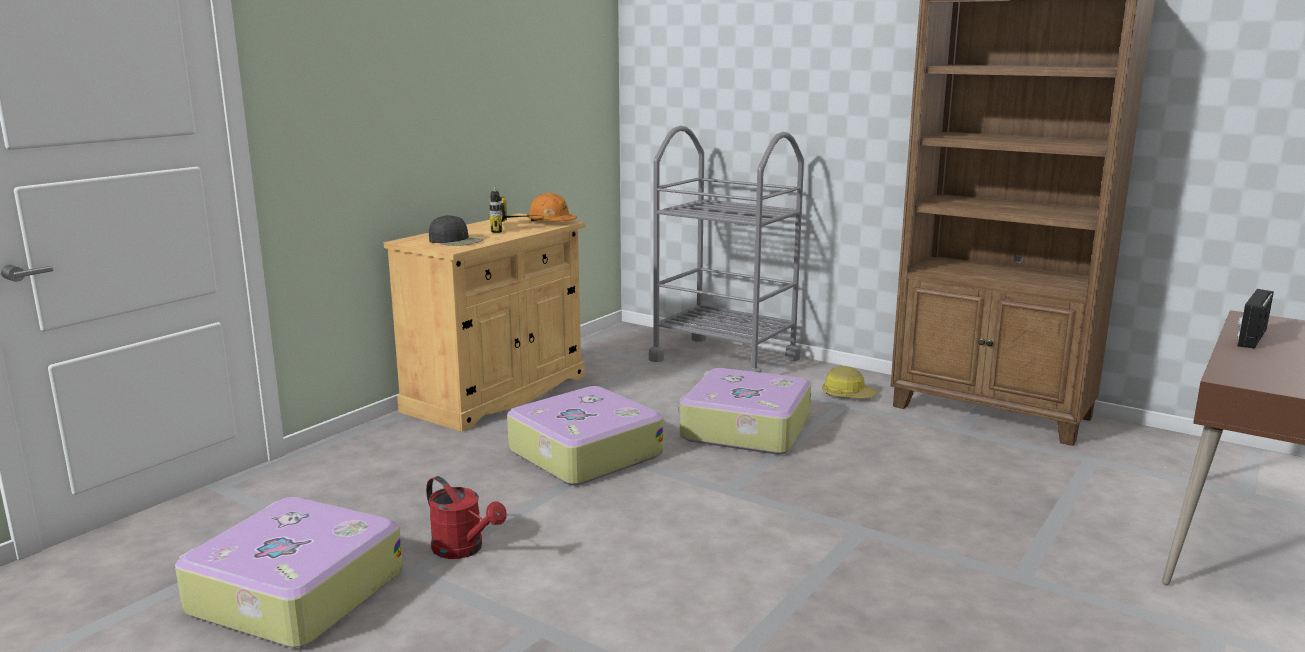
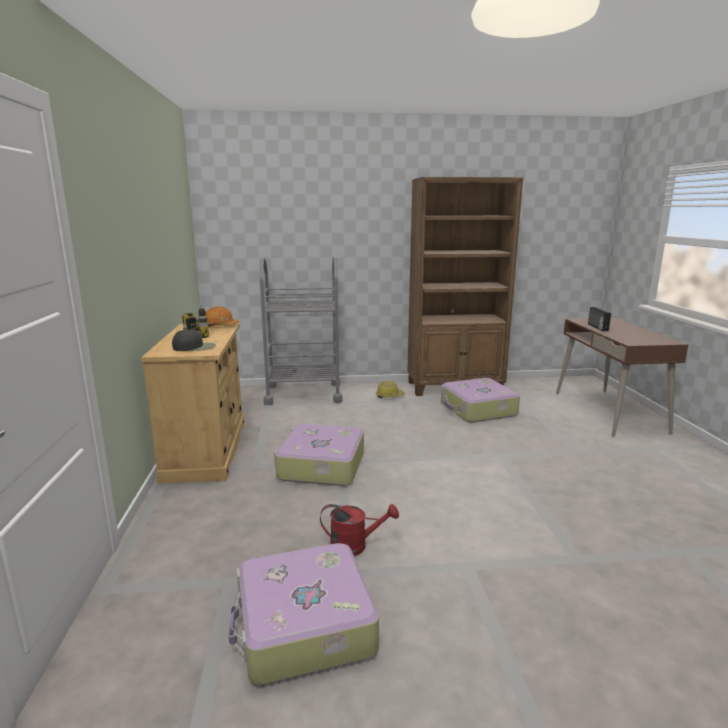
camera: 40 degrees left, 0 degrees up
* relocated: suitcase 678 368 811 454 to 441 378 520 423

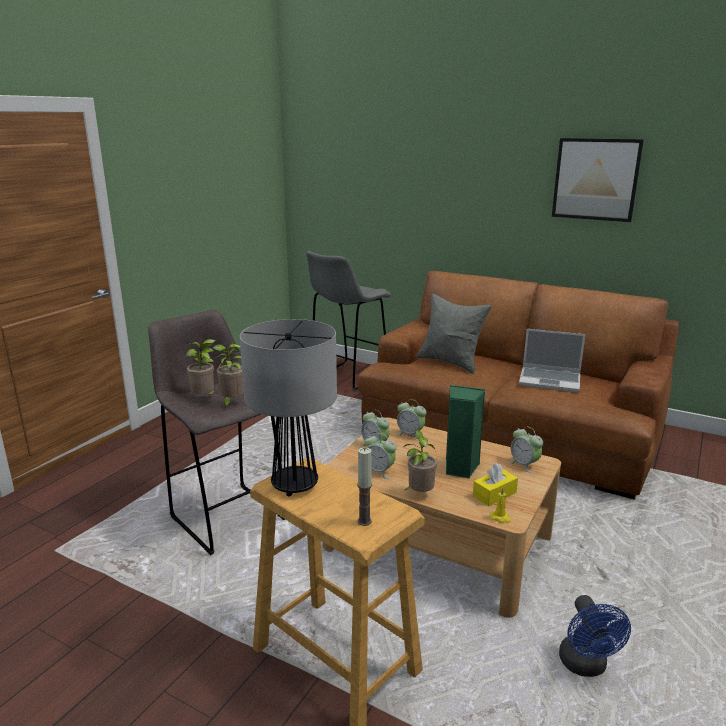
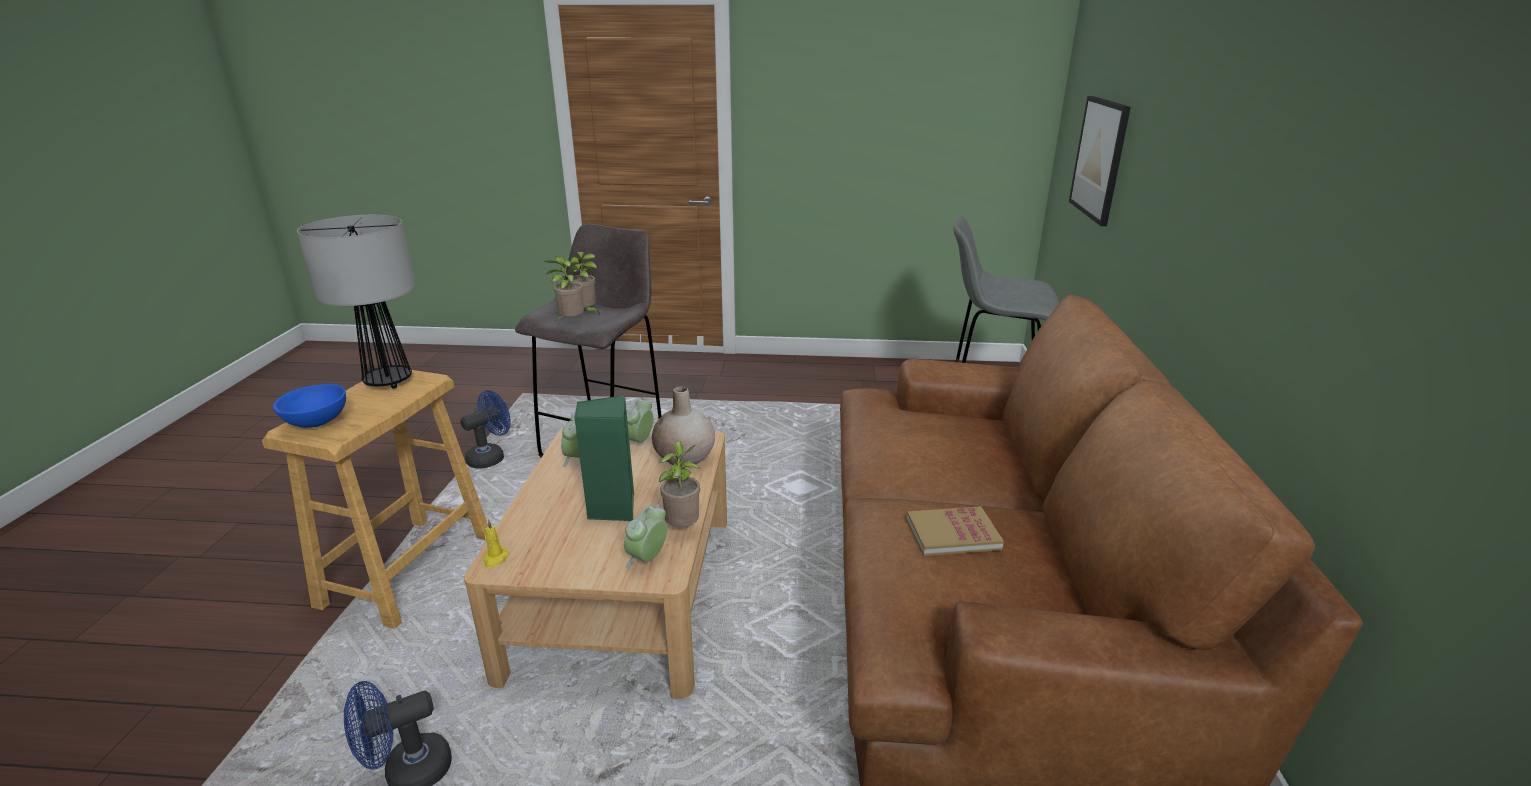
camera: 65 degrees right, 5 degrees up
* exchanged: candle 357 447 372 526 to bowl (blue) 273 384 346 428
* exchanged: alarm clock 396 399 426 441 to vase (beige) 652 386 715 466
* relocated: potted plant 403 429 437 492 to 659 441 701 527
* missing: pillow (grey) 417 293 492 374
* missing: tissue box (yellow) 473 463 518 506
* exchanged: laptop 519 329 586 392 to book 906 506 1004 556
* relocated: picture 552 138 644 222 to 1069 96 1131 226
* appeared: fan (blue) 460 390 511 469

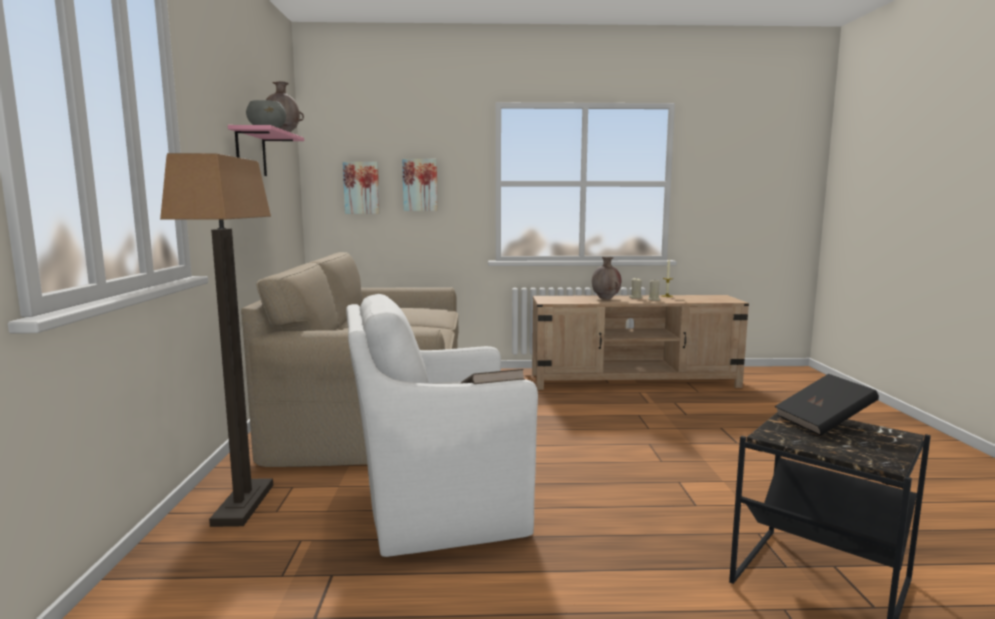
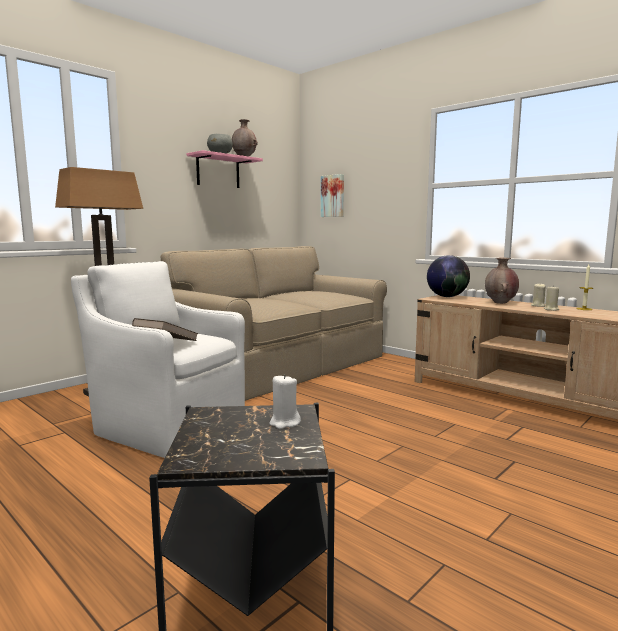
camera: 45 degrees right, 0 degrees up
* missing: picture 402 159 438 211
* exchanged: book (black) 775 374 879 436 to candle (white) 270 374 301 429
* appeared: globe 427 255 470 297

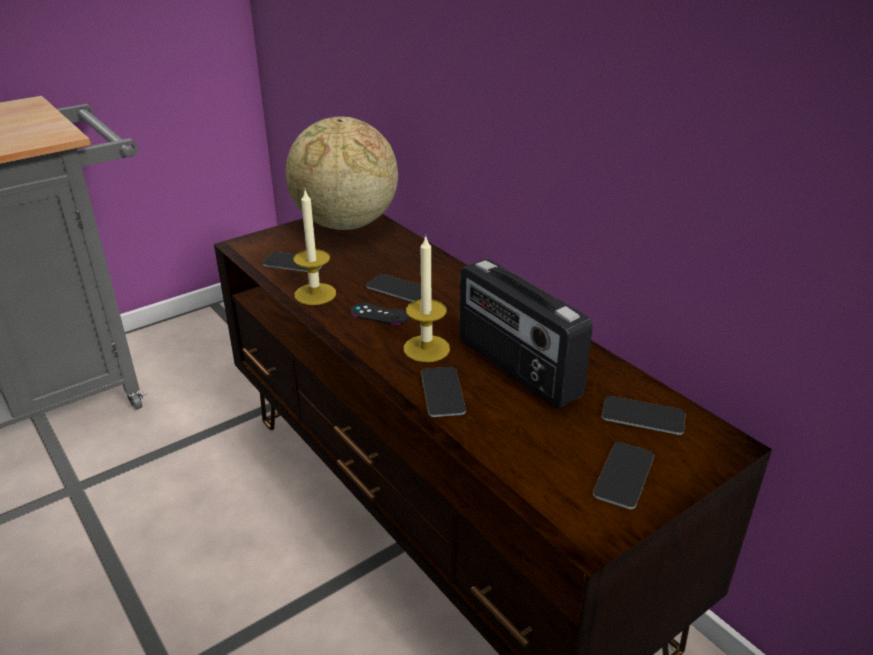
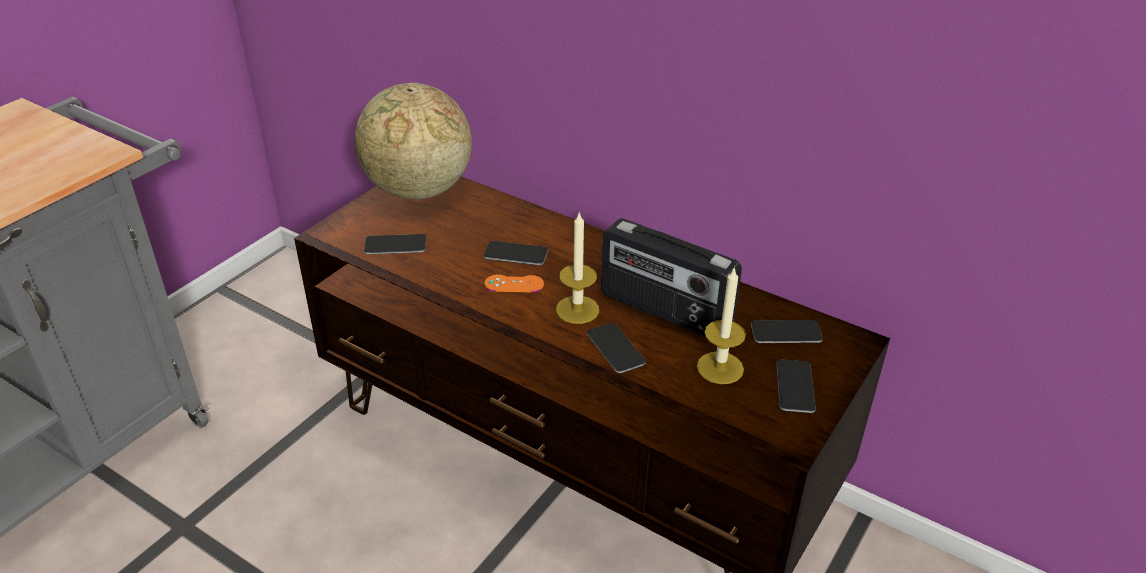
camera: 20 degrees left, 5 degrees up
* relocated: candle 294 191 336 305 to 697 266 746 384
* colour: game controller (black) 351 303 409 325 to game controller (orange) 485 274 544 292

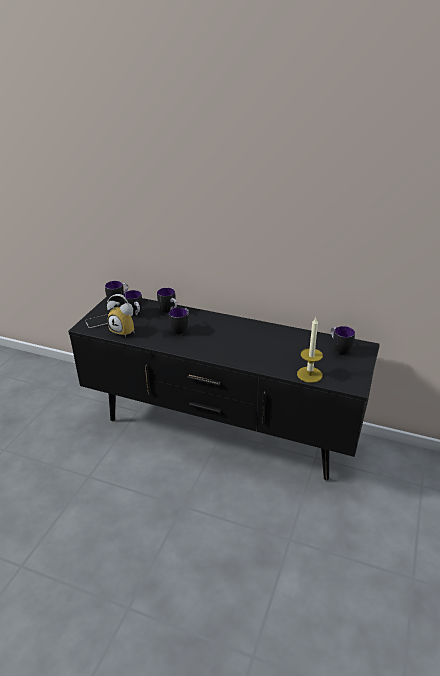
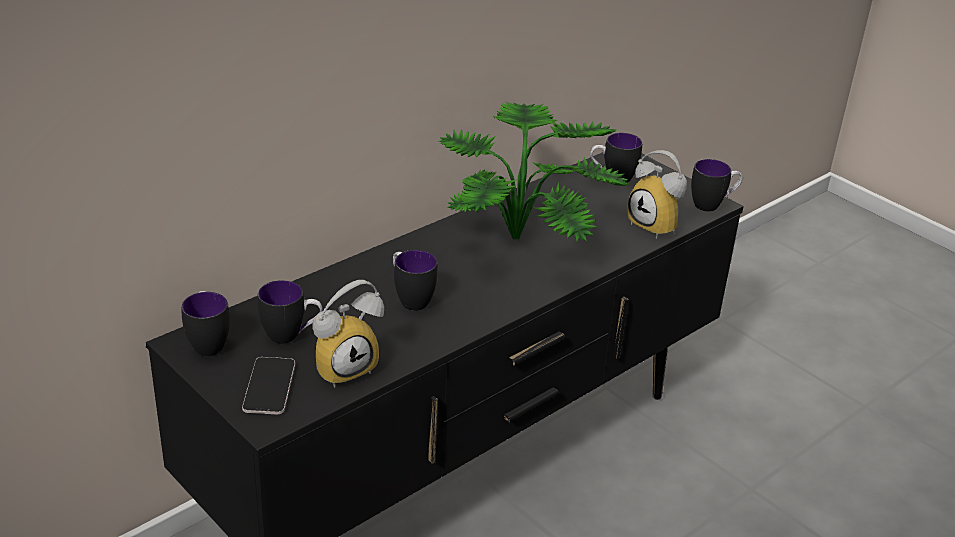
camera: 65 degrees left, 0 degrees up
* relocated: mug 157 288 177 313 to 691 159 742 212
* exchanged: candle 297 317 323 383 to alarm clock 628 150 687 239
* appeared: potted plant 439 102 629 241

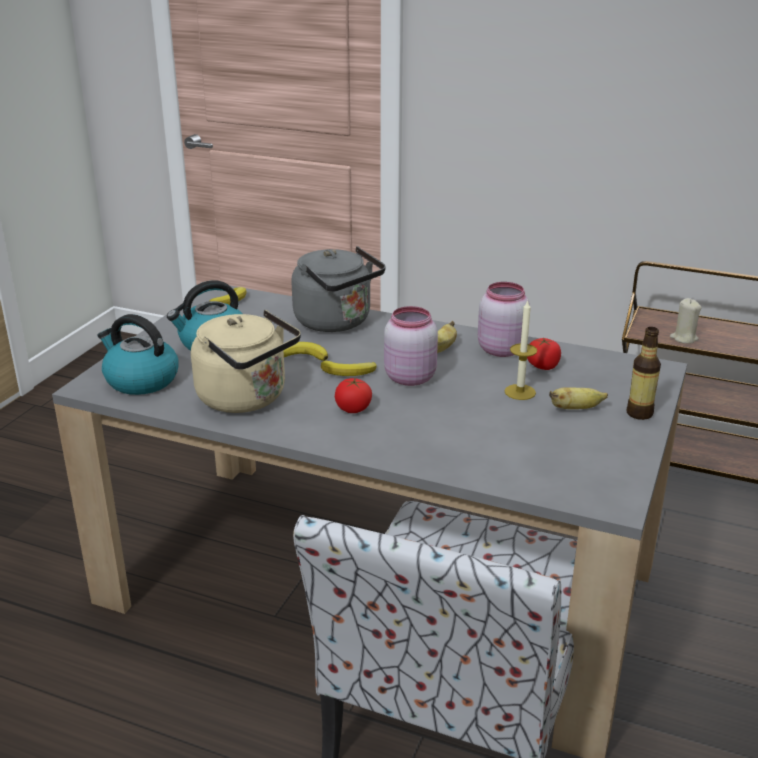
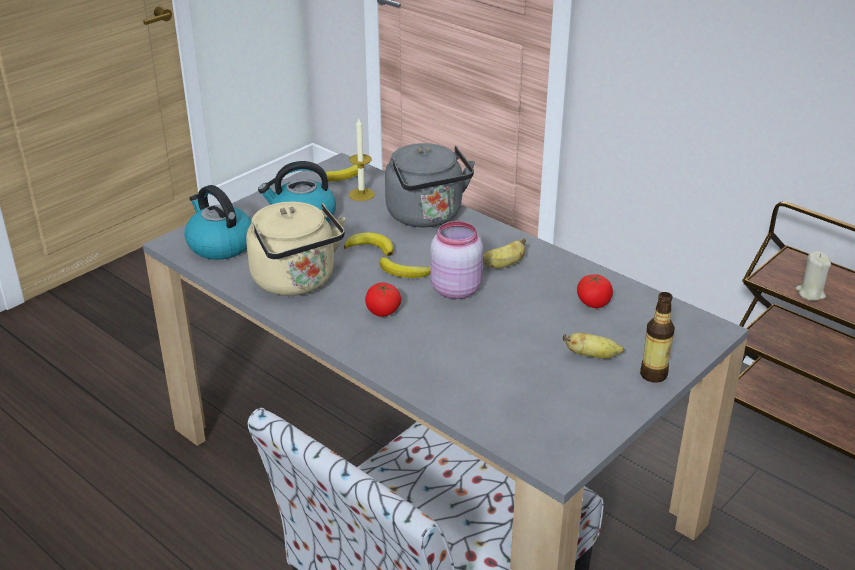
camera: 20 degrees right, 5 degrees up
* missing: jar (pink) 478 282 530 357
* relocated: candle 505 300 537 400 to 349 119 375 201

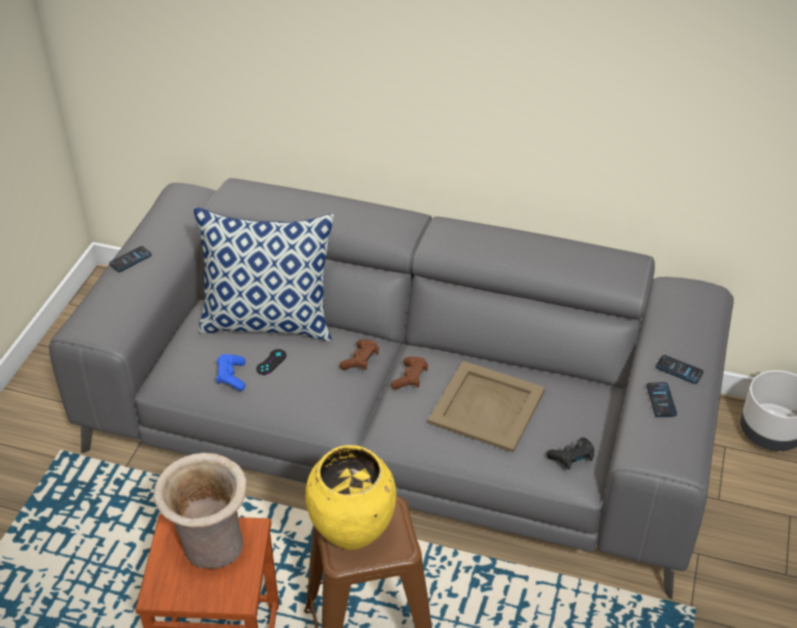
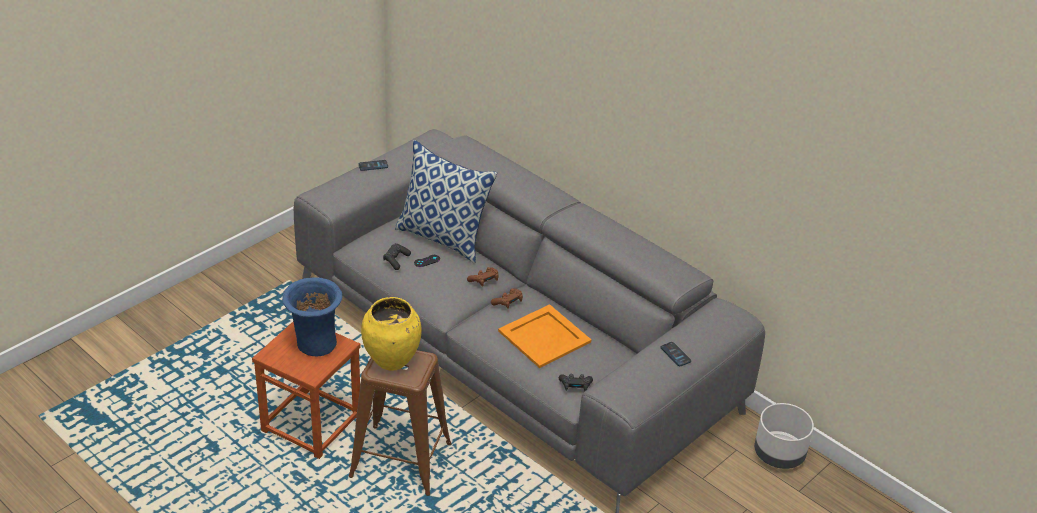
camera: 25 degrees right, 5 degrees down
* colour: vase (beige) 154 453 247 569 to vase (blue) 282 277 342 357
* colour: game controller (blue) 216 354 246 391 to game controller (black) 383 243 411 270
* colour: tray (beige) 428 361 545 452 to tray (orange) 498 304 591 368
* missing: phone 646 382 677 417

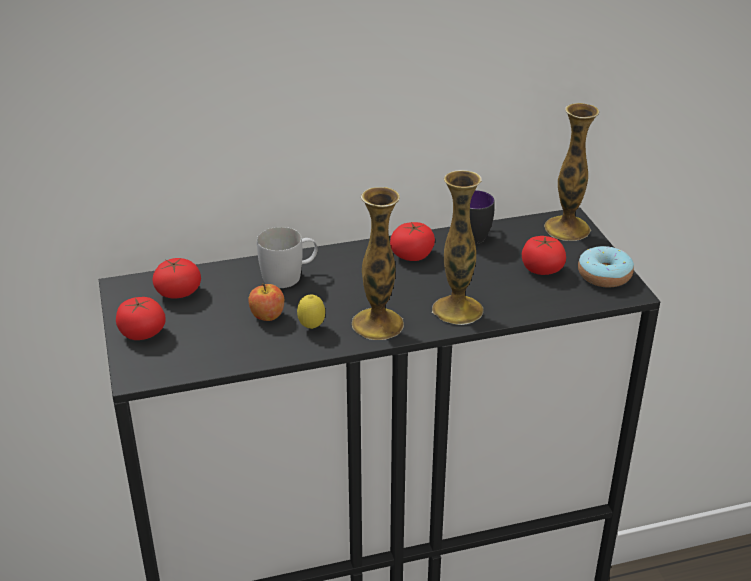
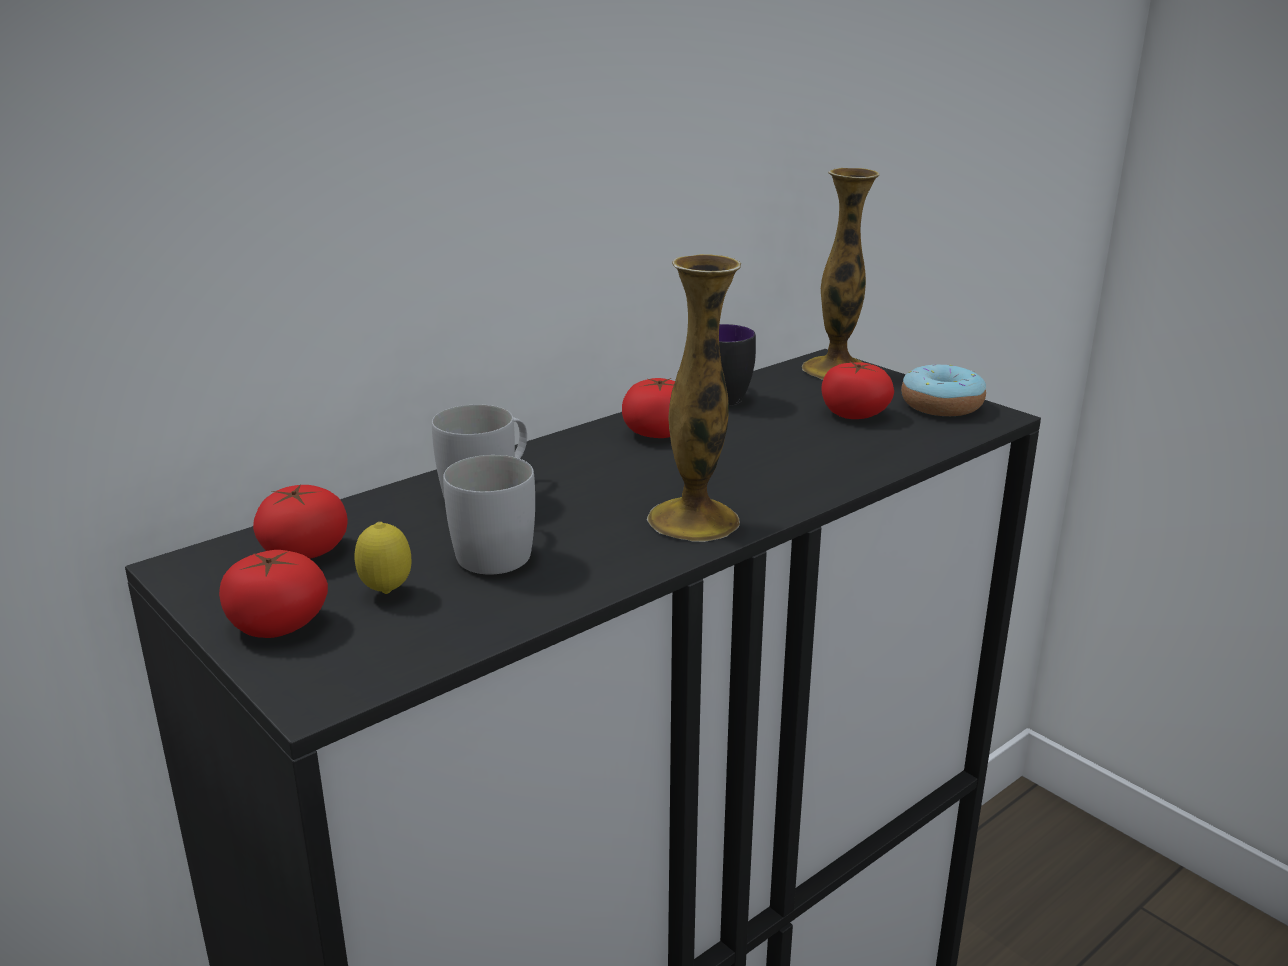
camera: 25 degrees left, 10 degrees down
* exchanged: apple 248 283 284 321 to mug (white) 443 455 535 575
* relocated: lemon 297 295 325 329 to 354 522 411 594
* missing: vase 432 170 483 325

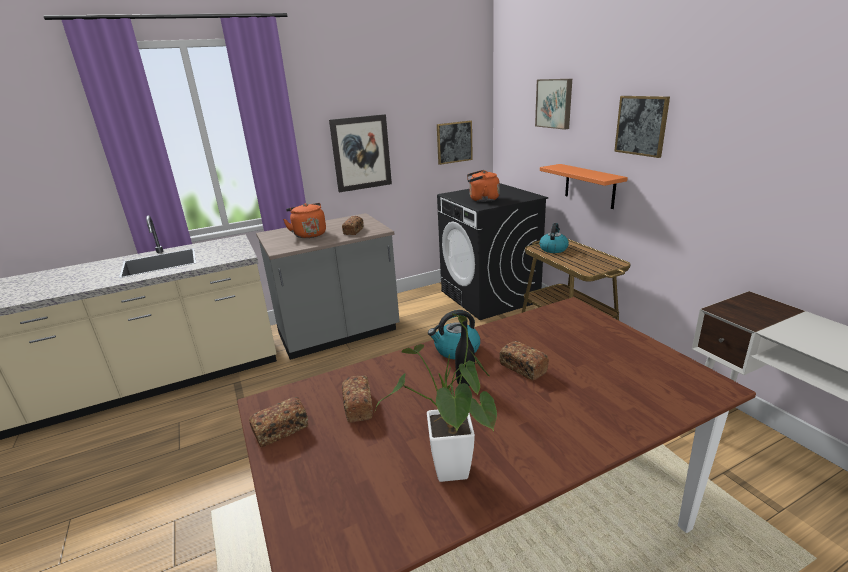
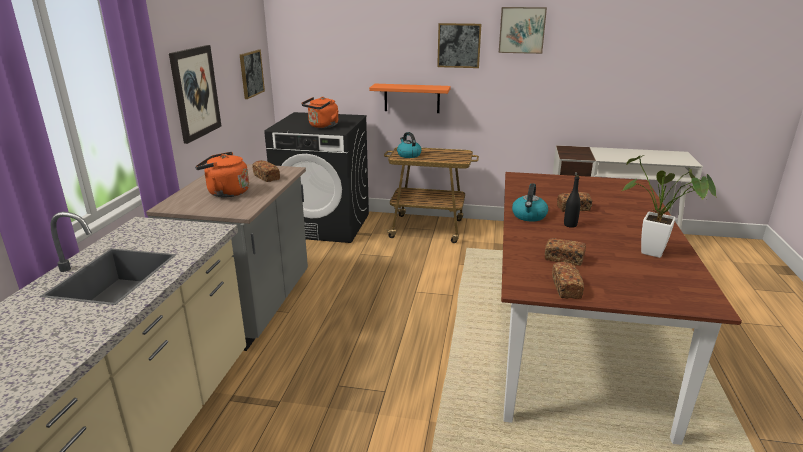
camera: 55 degrees left, 0 degrees up
* relocated: picture 535 79 572 130 to 499 7 547 54

